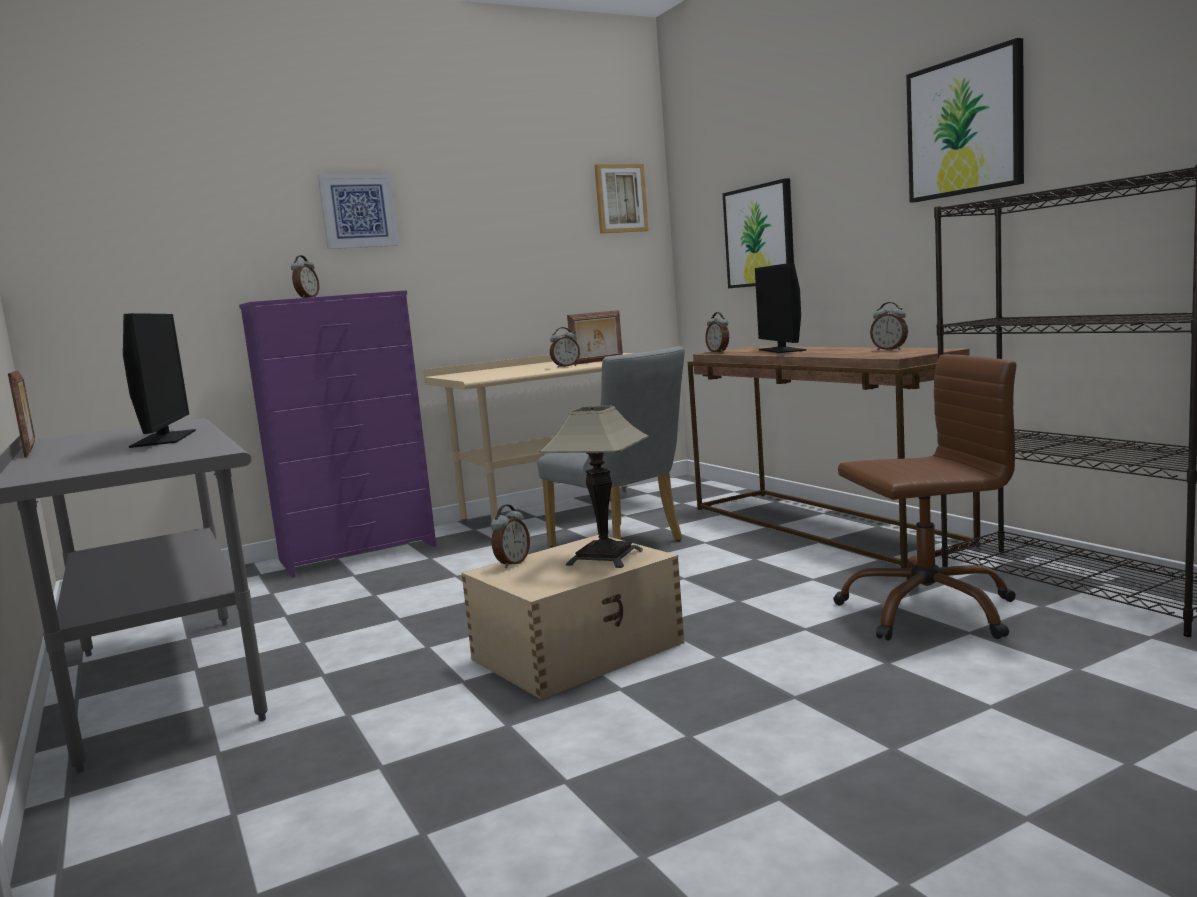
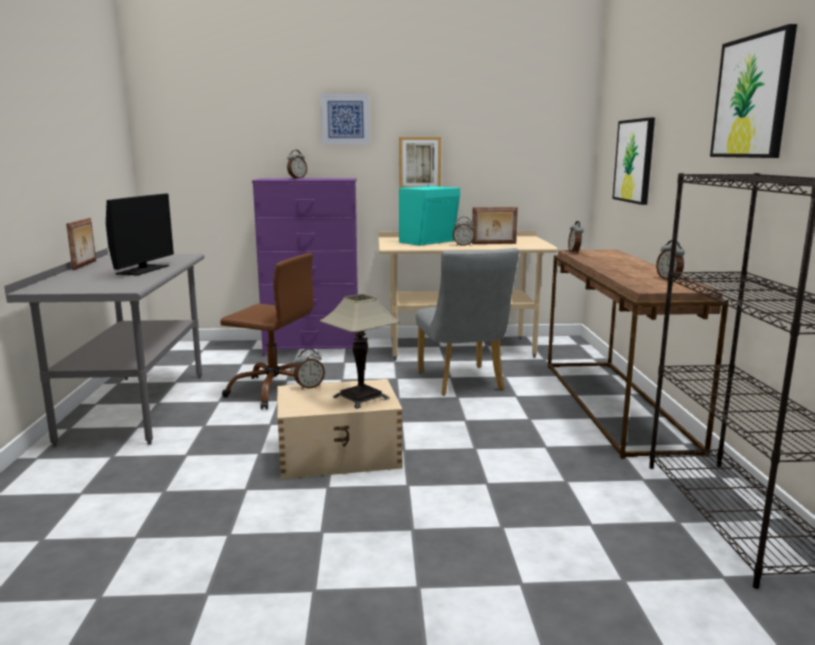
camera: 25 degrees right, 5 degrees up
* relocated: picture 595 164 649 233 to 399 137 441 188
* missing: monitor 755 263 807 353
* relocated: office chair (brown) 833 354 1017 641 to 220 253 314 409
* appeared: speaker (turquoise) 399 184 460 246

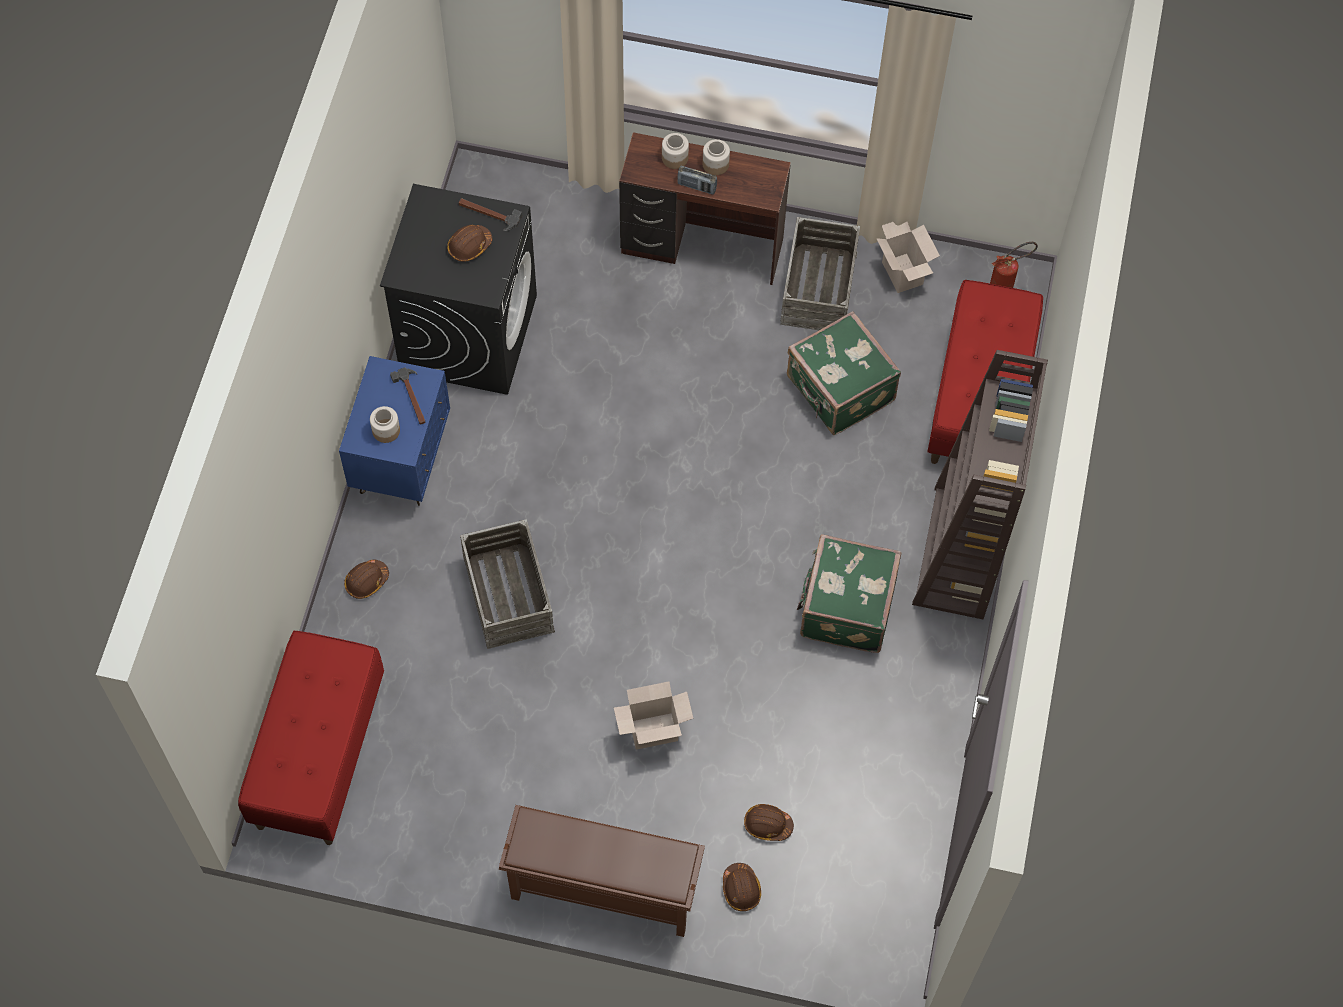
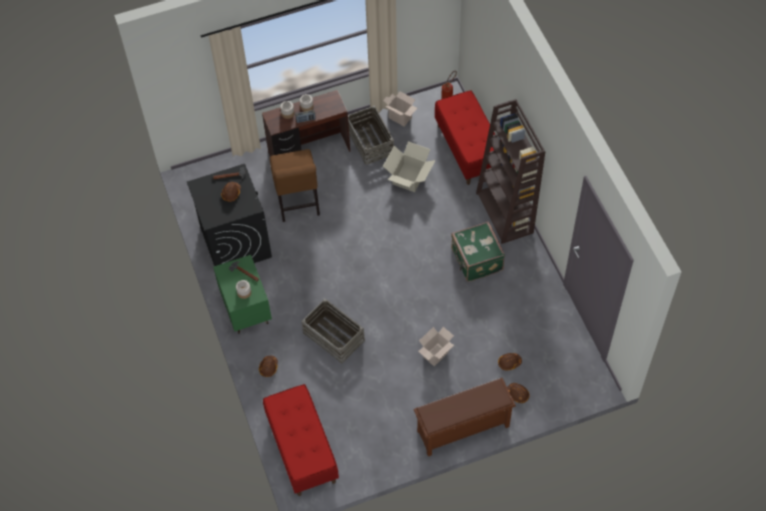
camera: 30 degrees left, 5 degrees down
* colour: nightstand (blue) 339 356 450 506 to nightstand (green) 213 255 272 334
* exchanged: suitcase (green) 787 311 901 435 to cardboard box 383 141 435 192
* appeared: chair (brown) 270 149 320 222

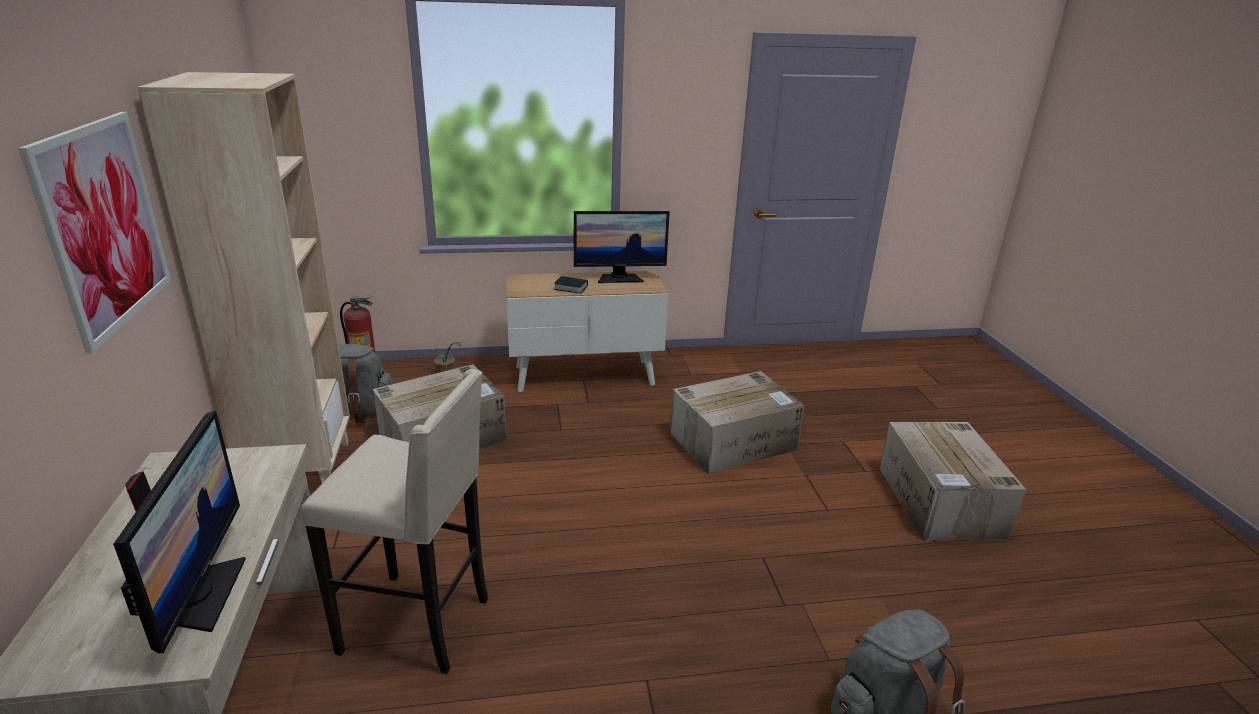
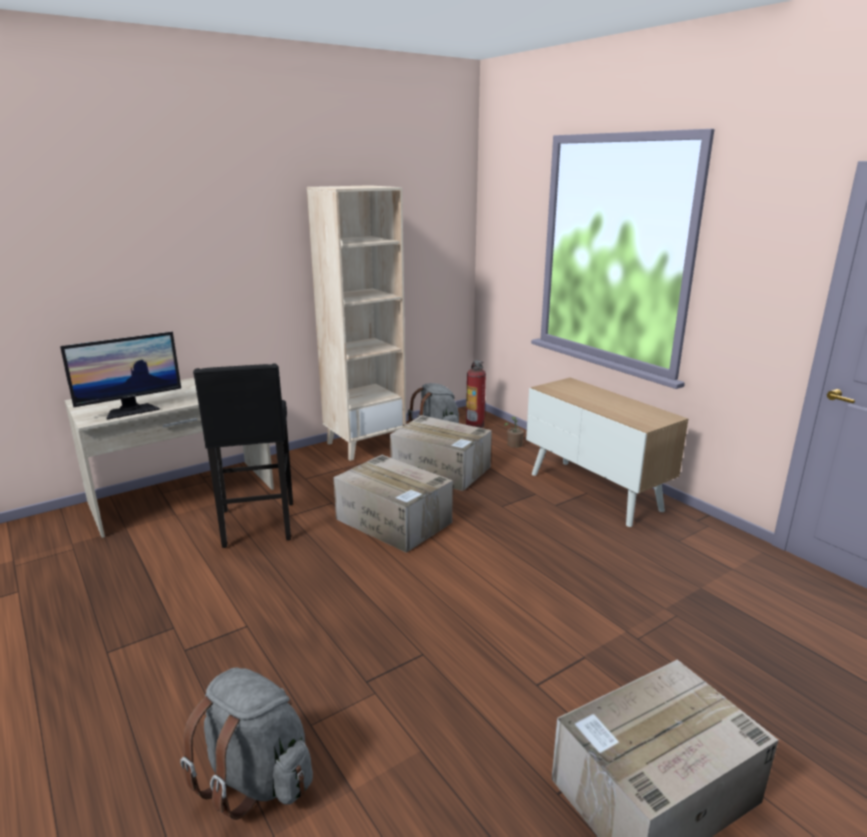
camera: 65 degrees right, 5 degrees down
* missing: picture 19 112 171 353
* colour: stool (beige) 301 369 488 674 to stool (black) 193 364 293 548
* missing: book 554 276 588 294
* missing: monitor 574 211 670 283
* relocated: cardboard box 670 371 805 474 to 333 455 453 553

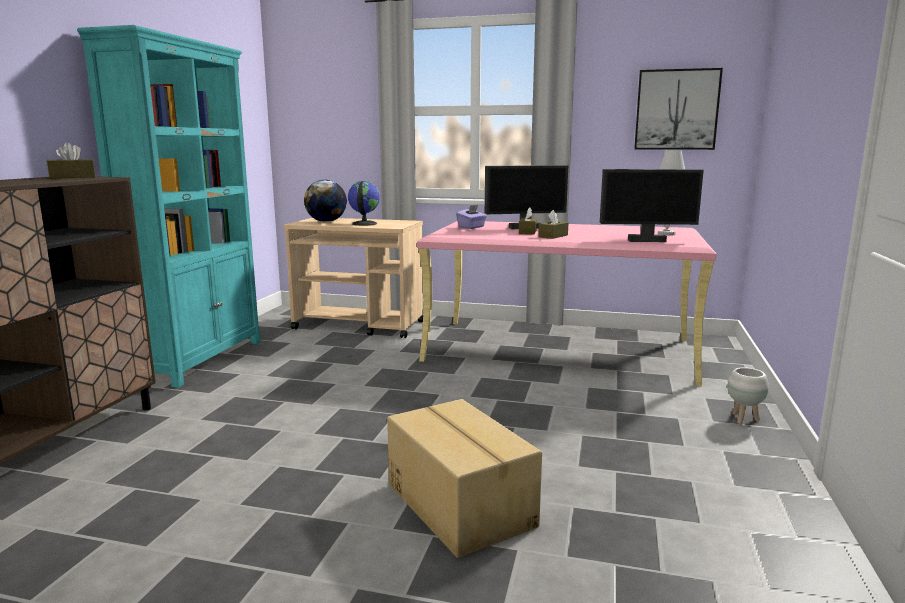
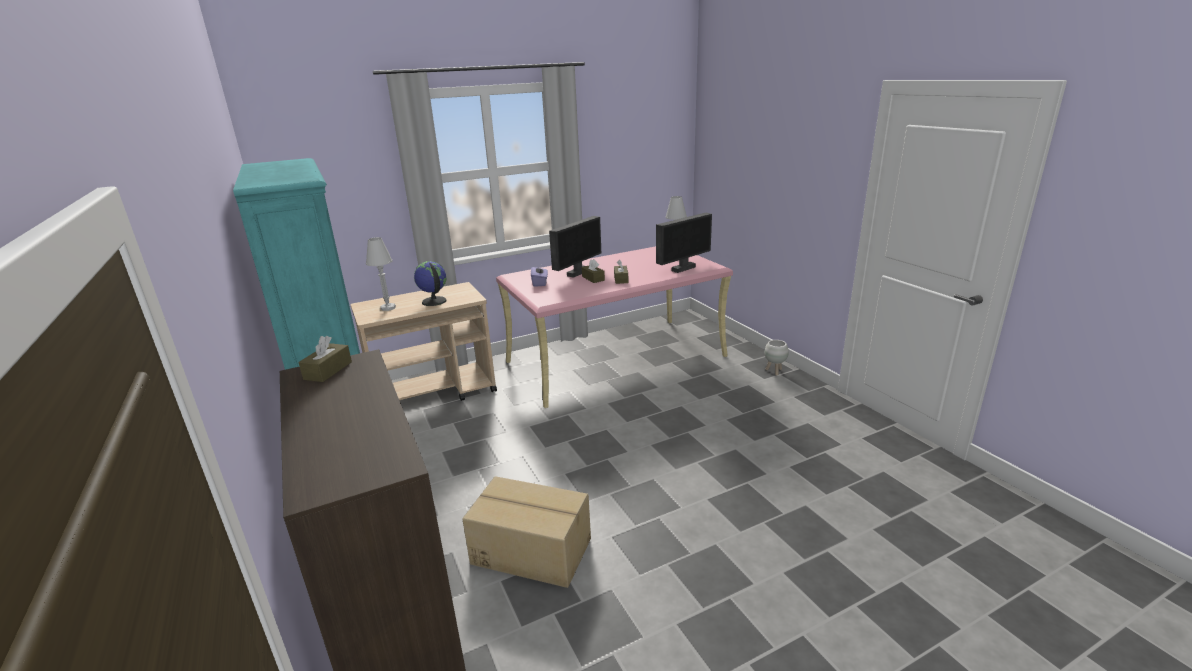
camera: 40 degrees left, 10 degrees up
* exchanged: globe 304 180 347 222 to table lamp (white) 366 237 396 311
* relocated: cardboard box 387 399 542 558 to 462 476 591 588
* missing: picture 634 68 723 150

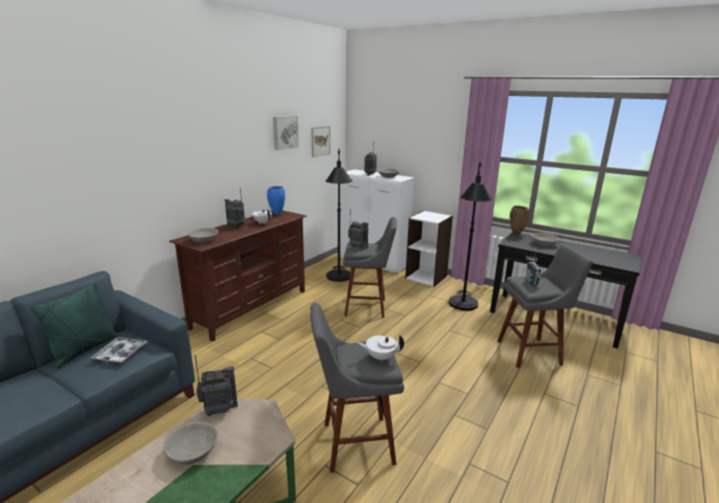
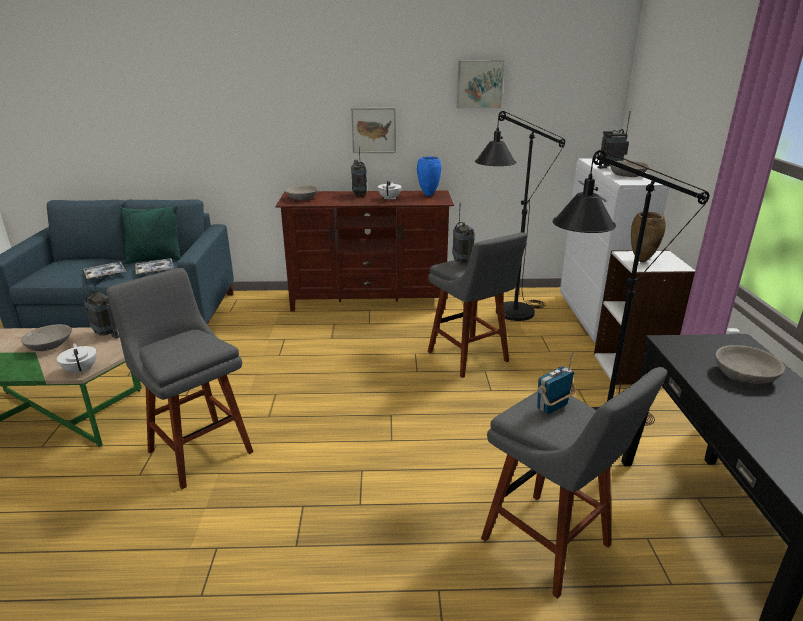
camera: 55 degrees right, 5 degrees up
* relocated: picture 311 126 330 157 to 351 108 396 153
* relocated: teapot (white) 357 335 404 362 to 57 343 97 374
* relocated: vase (brown) 510 205 529 235 to 631 212 666 262
* appeared: tray 83 262 126 279

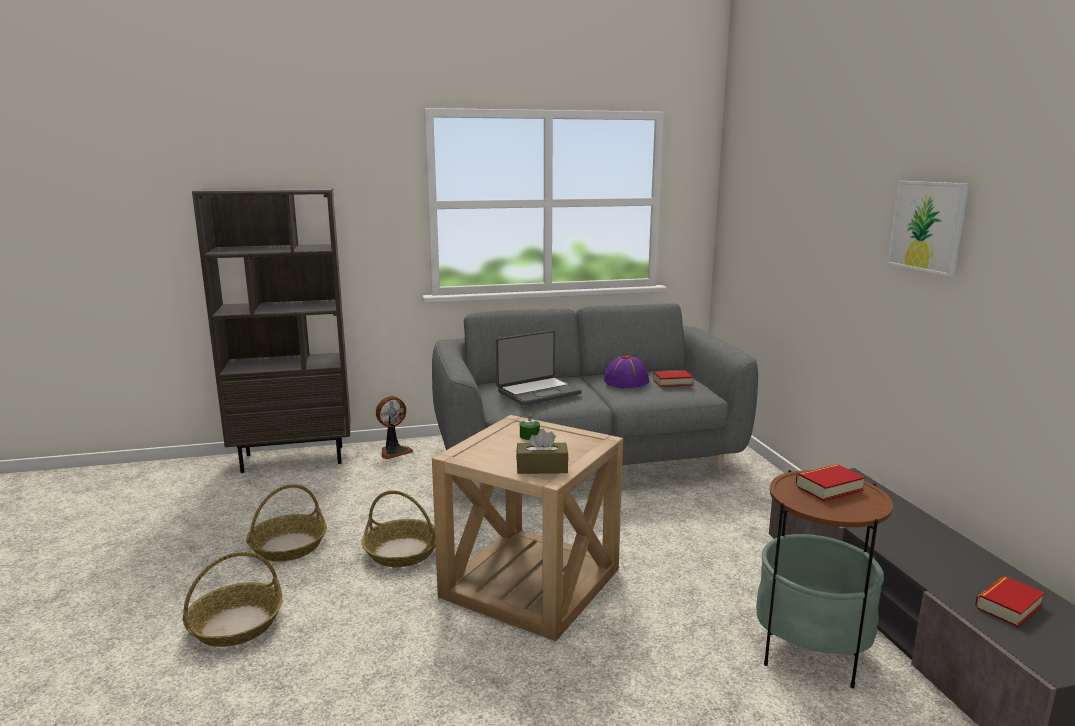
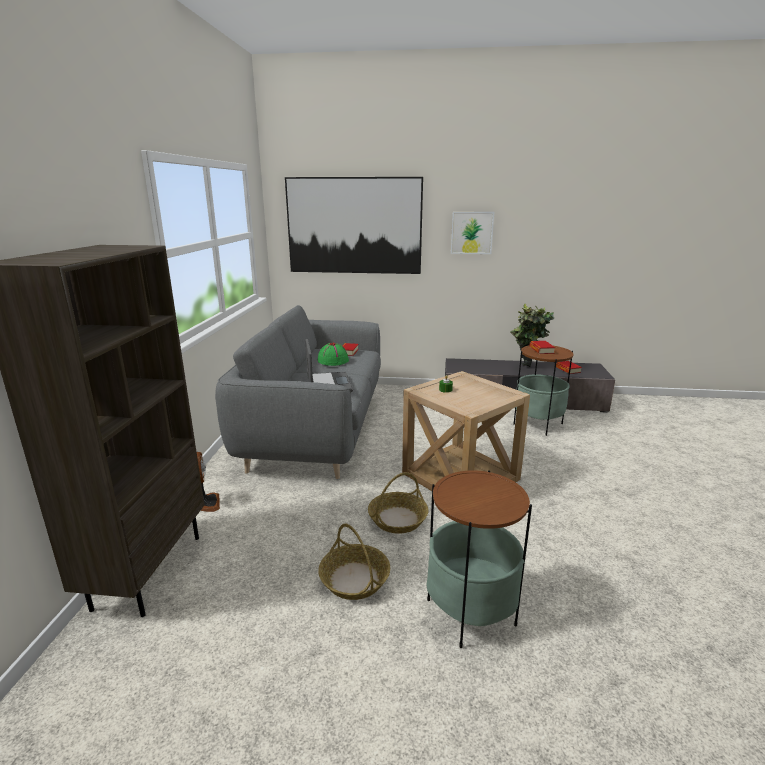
camera: 70 degrees left, 5 degrees up
* exchanged: basket 182 552 283 647 to side table 427 470 532 648
* missing: tissue box (brown) 516 429 569 474
* colour: hat (purple) 604 355 649 388 to hat (green) 318 343 349 366
* appeared: picture 285 177 423 274
* appeared: potted plant 510 304 554 367

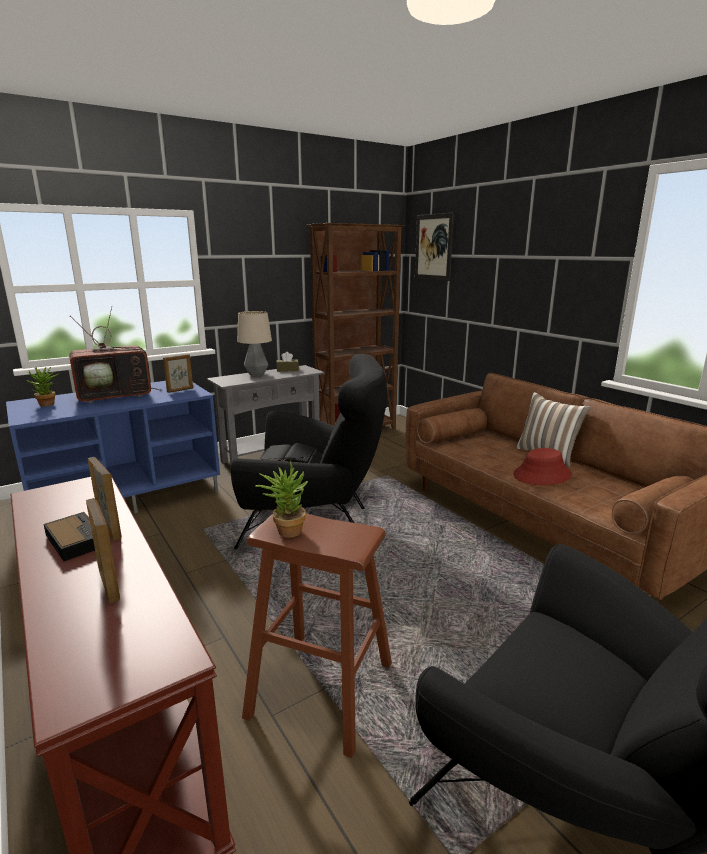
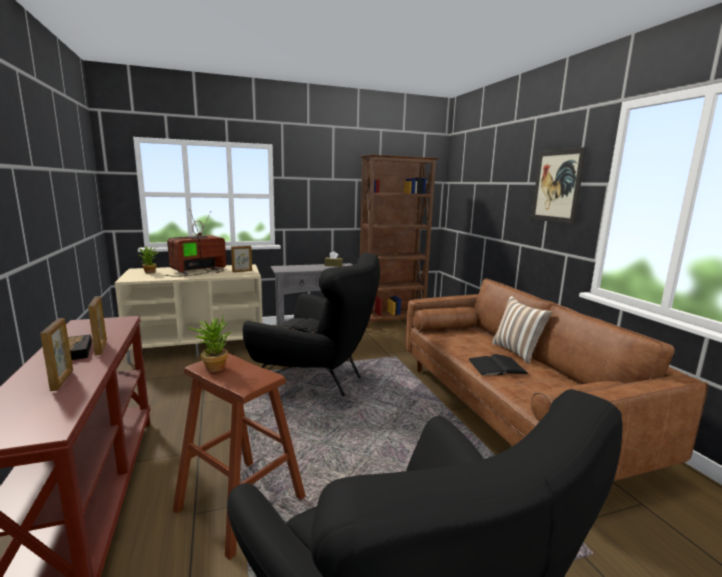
camera: 15 degrees right, 5 degrees down
* colour: tv stand (blue) 6 381 220 513 to tv stand (beige) 115 264 263 364
* spun: television 69 306 162 404 = 166 208 226 276 150 degrees clockwise
* missing: table lamp 237 311 272 376
* relocated: picture 415 212 454 281 to 531 147 586 224
* exchanged: hat (red) 513 448 572 485 to book (black) 468 354 529 376

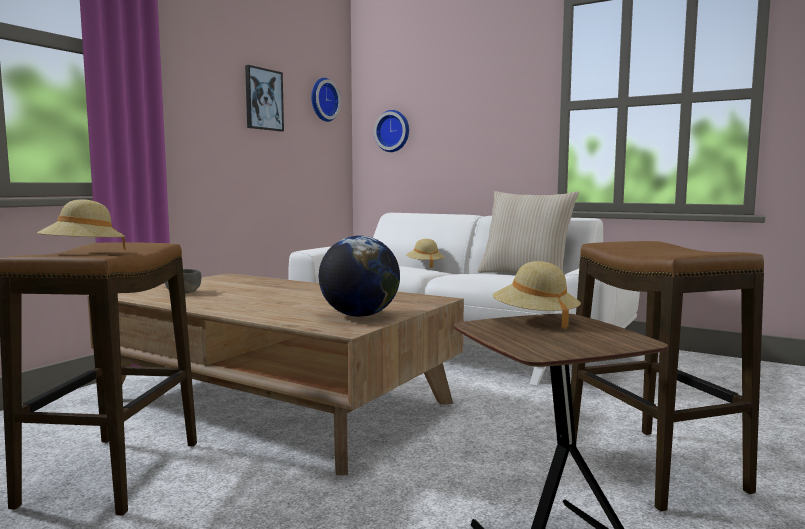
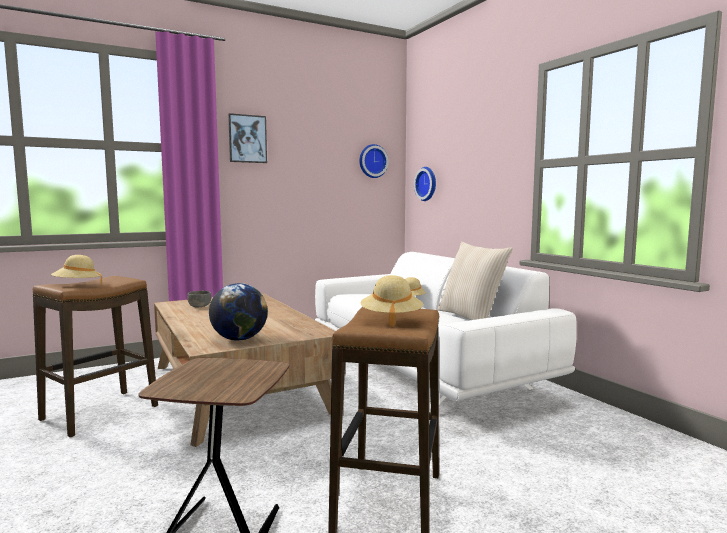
camera: 30 degrees right, 0 degrees up
* relocated: picture 245 65 284 132 to 228 113 267 163
* relocated: hat (beige) 492 261 581 329 to 360 275 423 327

